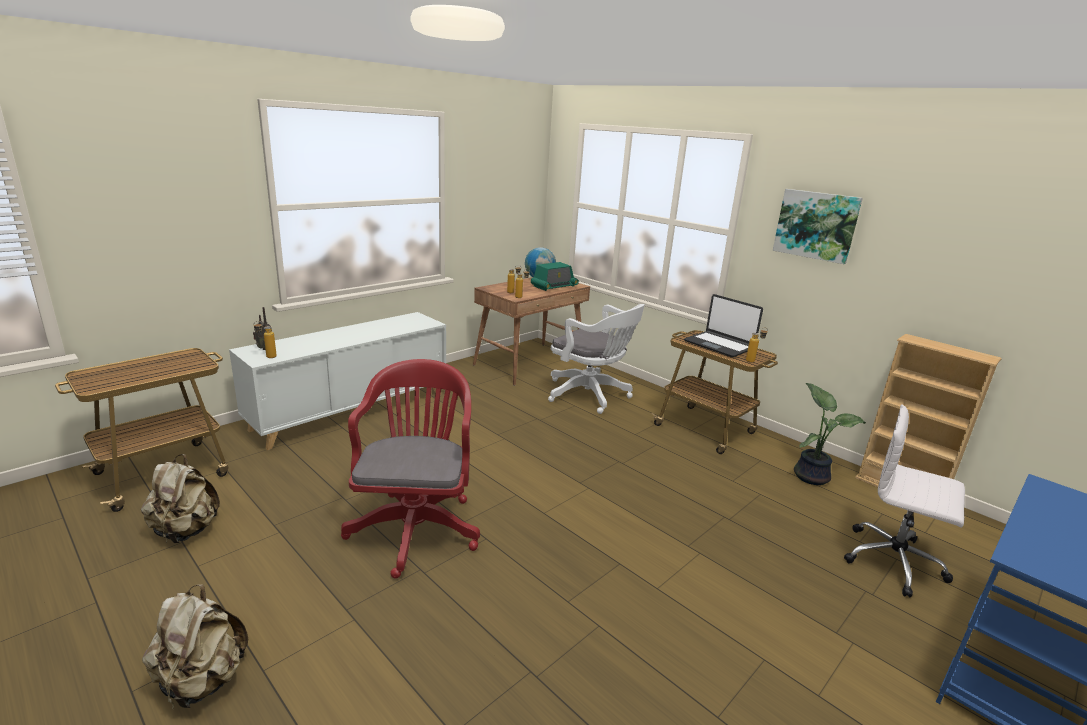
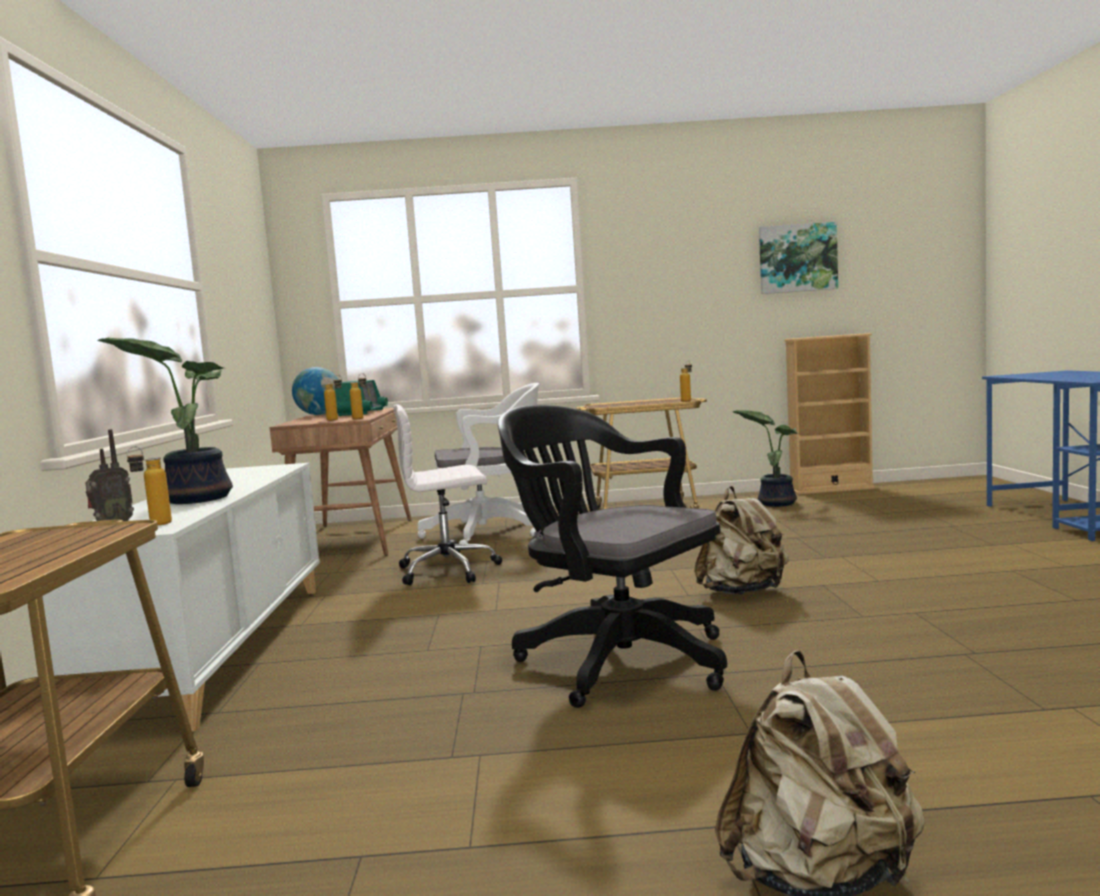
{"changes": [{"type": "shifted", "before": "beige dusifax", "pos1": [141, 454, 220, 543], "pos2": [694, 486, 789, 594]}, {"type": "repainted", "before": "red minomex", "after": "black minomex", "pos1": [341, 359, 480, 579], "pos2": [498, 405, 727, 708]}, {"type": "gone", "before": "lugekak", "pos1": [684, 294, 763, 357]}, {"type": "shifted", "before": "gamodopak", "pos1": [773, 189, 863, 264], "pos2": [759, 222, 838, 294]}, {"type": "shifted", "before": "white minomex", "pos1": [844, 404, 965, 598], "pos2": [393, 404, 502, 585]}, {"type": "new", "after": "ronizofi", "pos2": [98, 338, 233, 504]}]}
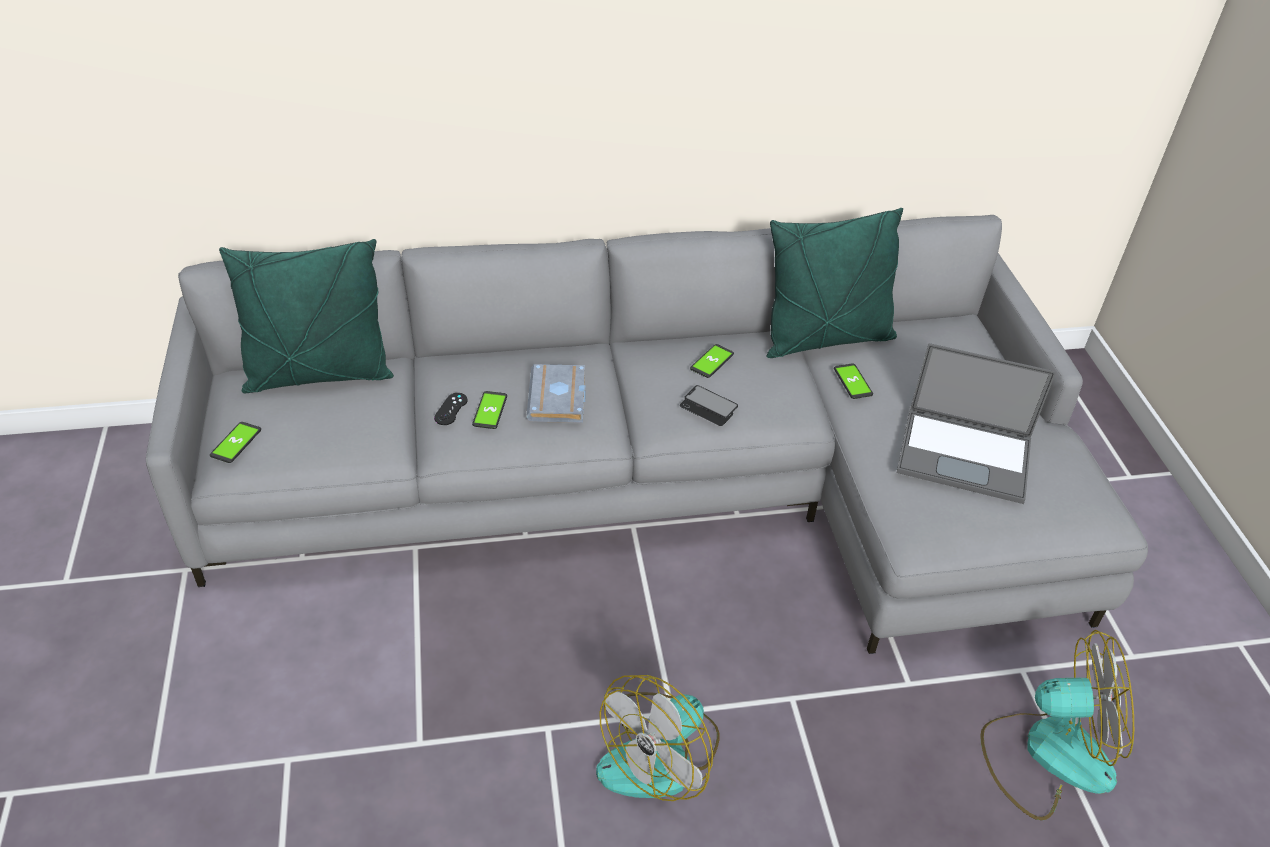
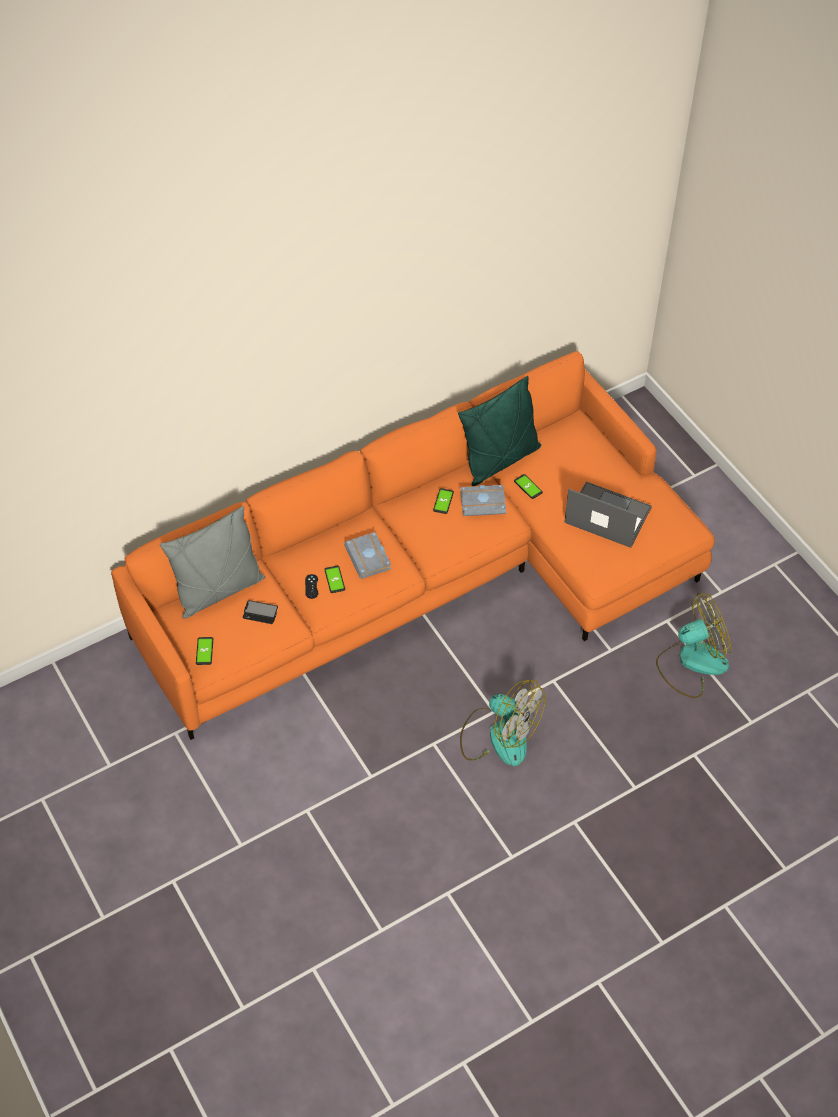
{"changes": [{"type": "repainted", "before": "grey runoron", "after": "orange runoron", "pos1": [146, 215, 1148, 654], "pos2": [111, 351, 715, 740]}, {"type": "repainted", "before": "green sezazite", "after": "grey sezazite", "pos1": [219, 239, 394, 393], "pos2": [160, 506, 265, 619]}, {"type": "rotated", "before": "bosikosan", "pos1": [596, 675, 719, 801], "pos2": [460, 680, 545, 766], "turn": -75}, {"type": "shifted", "before": "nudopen", "pos1": [680, 385, 738, 426], "pos2": [243, 600, 278, 624]}, {"type": "rotated", "before": "lugekak", "pos1": [897, 343, 1056, 504], "pos2": [564, 482, 652, 548], "turn": -150}, {"type": "new", "after": "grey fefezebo", "pos2": [460, 485, 506, 516]}]}
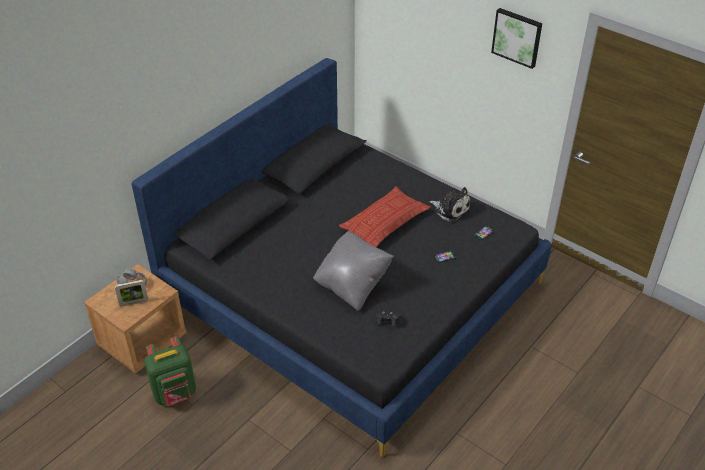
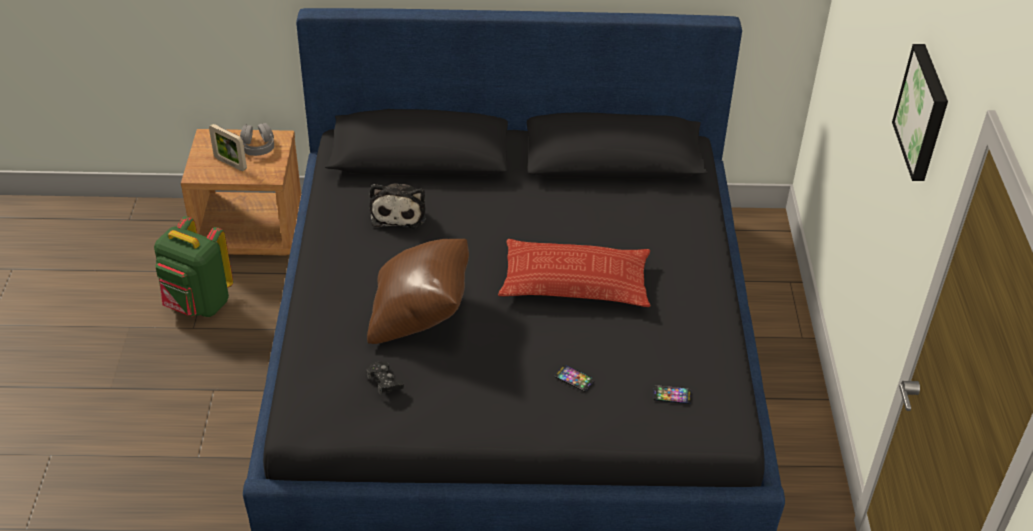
{"changes": [{"type": "repainted", "before": "grey sezazite", "after": "brown sezazite", "pos1": [313, 231, 394, 311], "pos2": [367, 239, 469, 344]}, {"type": "shifted", "before": "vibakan", "pos1": [429, 187, 471, 223], "pos2": [369, 183, 425, 229]}]}
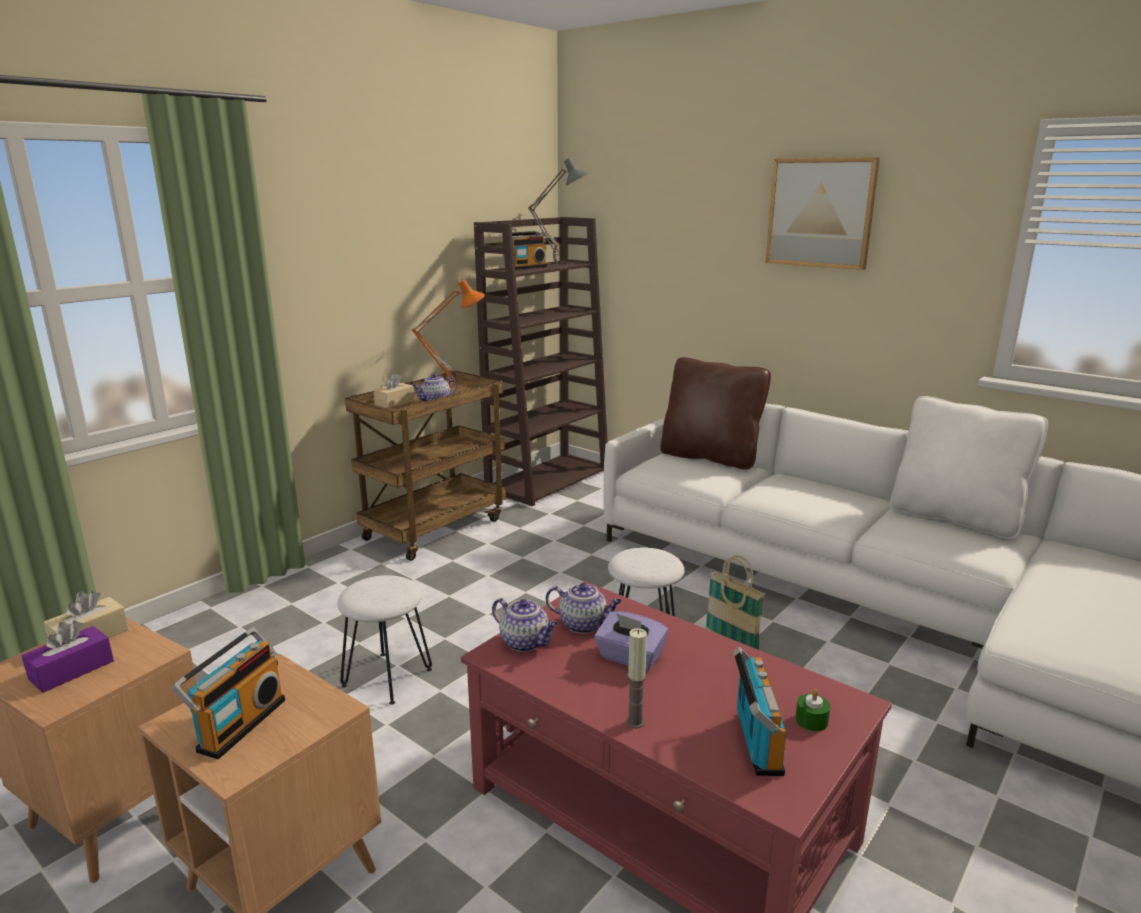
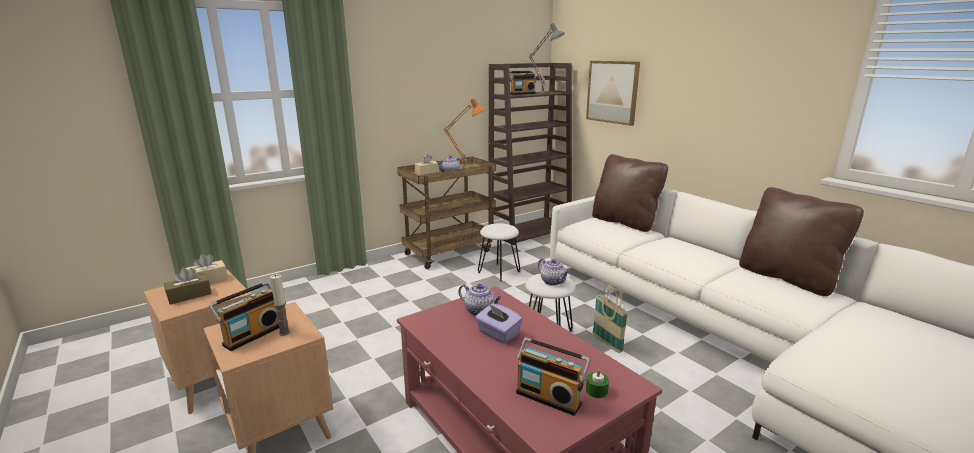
{"changes": [{"type": "repainted", "before": "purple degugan", "after": "brown degugan", "pos1": [22, 620, 114, 693], "pos2": [164, 268, 212, 305]}, {"type": "shifted", "before": "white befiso", "pos1": [337, 575, 432, 705], "pos2": [478, 223, 520, 282]}, {"type": "shifted", "before": "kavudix", "pos1": [492, 598, 558, 652], "pos2": [538, 259, 569, 285]}, {"type": "shifted", "before": "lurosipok", "pos1": [626, 628, 647, 728], "pos2": [270, 274, 290, 336]}, {"type": "rotated", "before": "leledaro", "pos1": [733, 647, 786, 776], "pos2": [516, 337, 590, 416], "turn": 105}, {"type": "shifted", "before": "gamodopak", "pos1": [765, 157, 880, 270], "pos2": [586, 61, 640, 126]}, {"type": "repainted", "before": "white sezazite", "after": "brown sezazite", "pos1": [890, 396, 1048, 539], "pos2": [739, 187, 864, 296]}]}
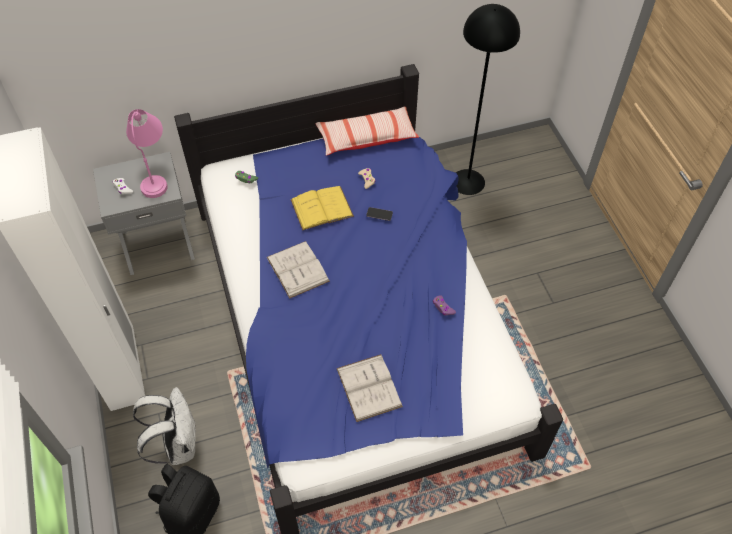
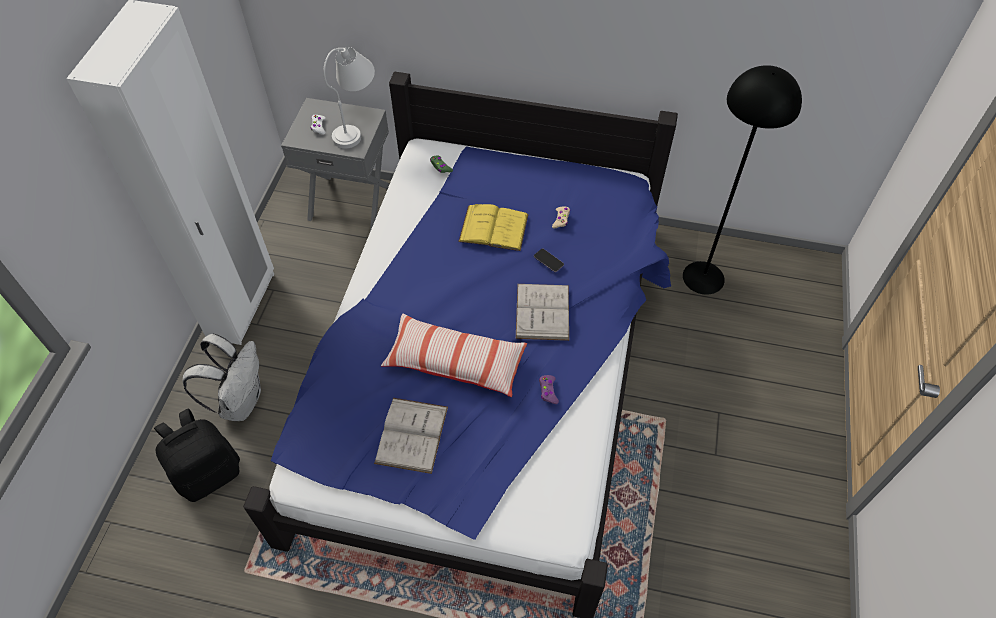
{"changes": [{"type": "repainted", "before": "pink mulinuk", "after": "white mulinuk", "pos1": [126, 109, 168, 198], "pos2": [323, 47, 375, 149]}, {"type": "shifted", "before": "white fefezebo", "pos1": [267, 241, 330, 299], "pos2": [516, 284, 569, 341]}, {"type": "shifted", "before": "sezazite", "pos1": [316, 107, 419, 156], "pos2": [381, 314, 527, 397]}]}
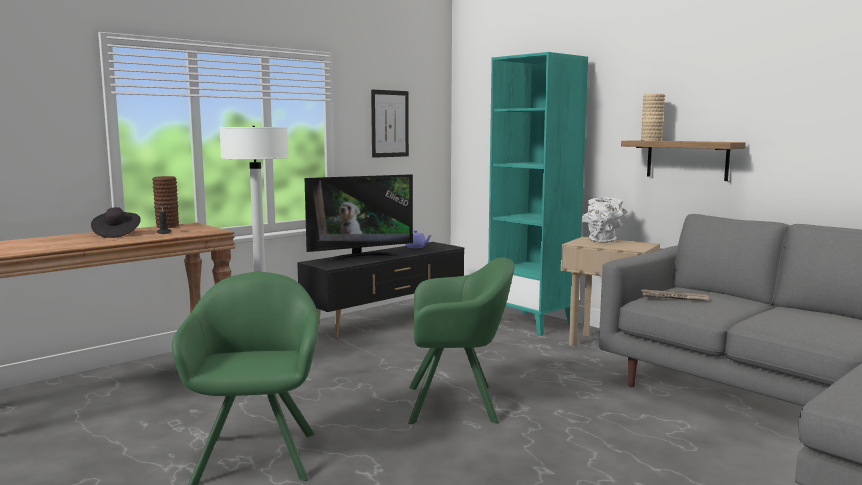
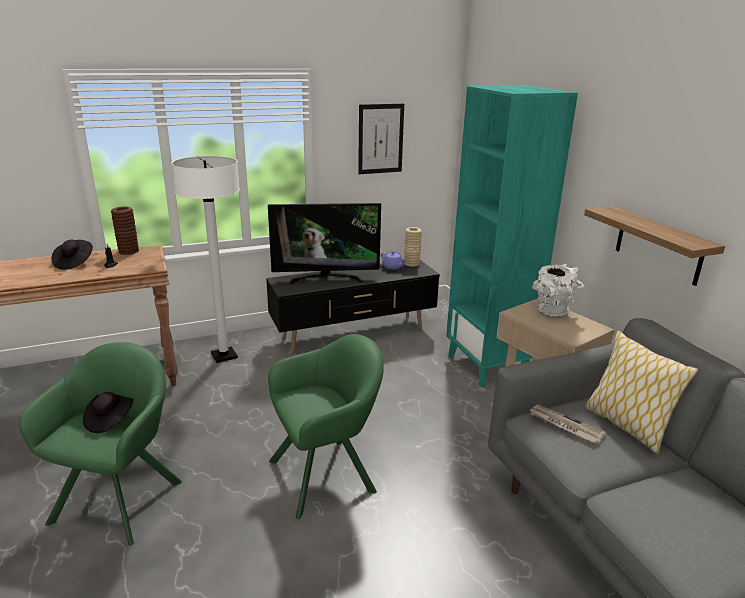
{"changes": [{"type": "rotated", "before": "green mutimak", "pos1": [408, 257, 514, 424], "pos2": [268, 334, 384, 519], "turn": -45}, {"type": "shifted", "before": "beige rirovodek", "pos1": [641, 93, 665, 141], "pos2": [404, 227, 422, 267]}, {"type": "new", "after": "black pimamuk", "pos2": [83, 392, 134, 433]}, {"type": "new", "after": "sezazite", "pos2": [585, 331, 699, 454]}]}
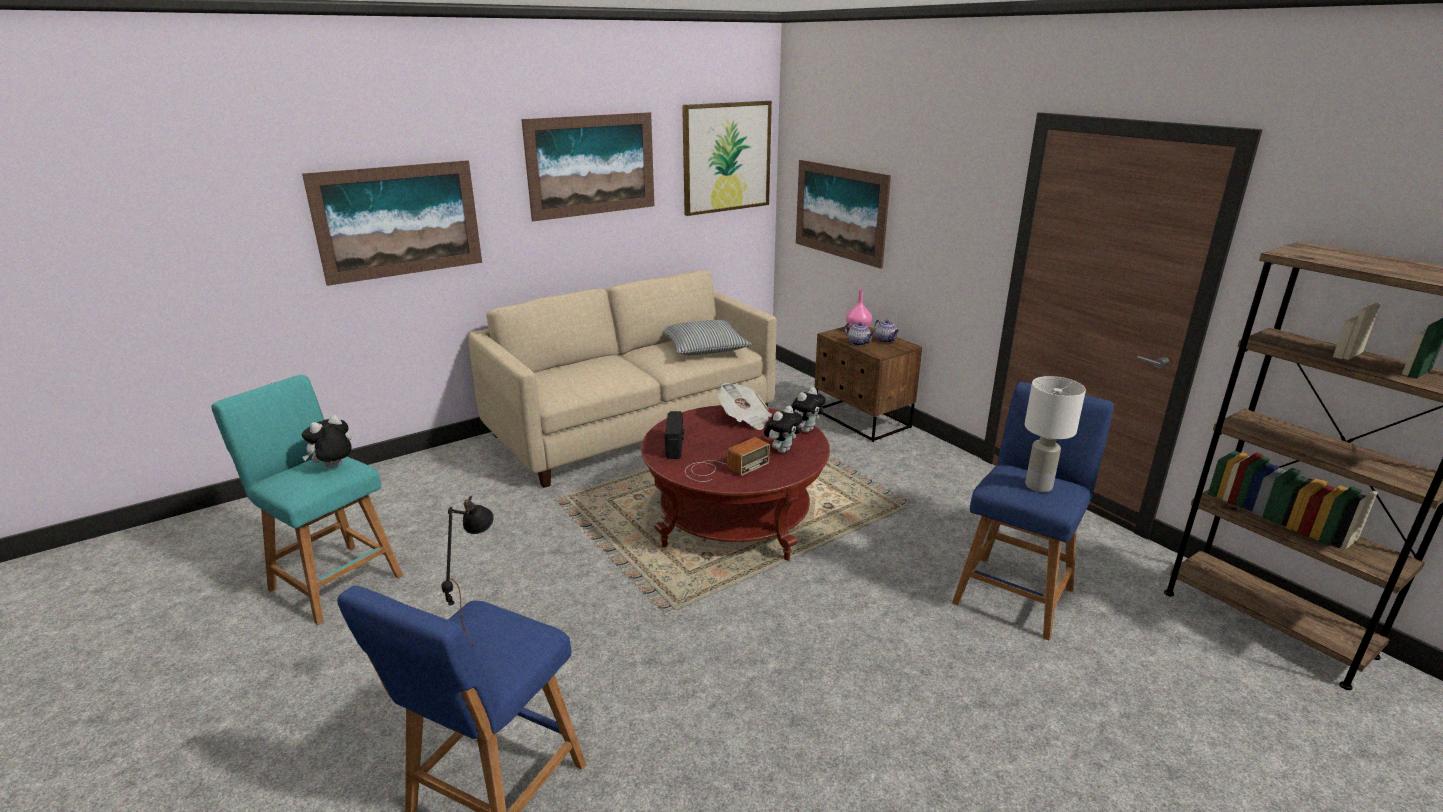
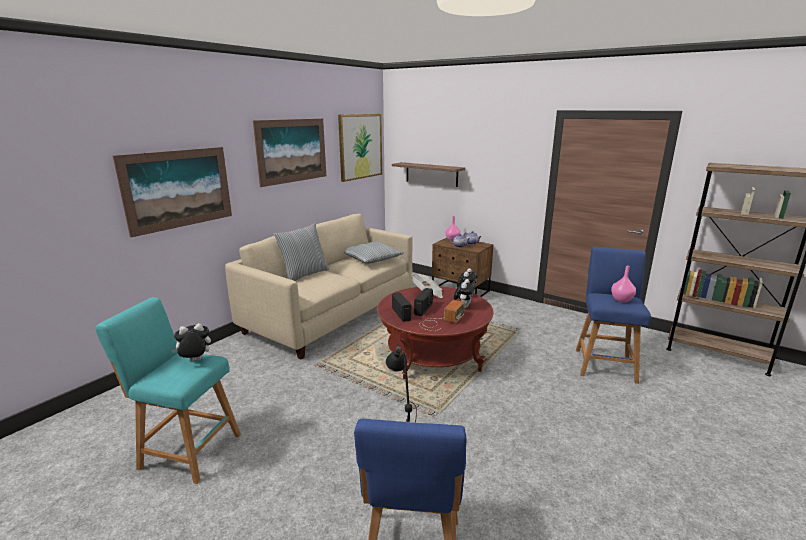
{"changes": [{"type": "rotated", "before": "vibakan", "pos1": [302, 415, 352, 468], "pos2": [172, 323, 211, 361], "turn": 45}, {"type": "swapped", "before": "gamodopak", "after": "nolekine", "pos1": [796, 160, 891, 269], "pos2": [392, 162, 465, 187]}, {"type": "swapped", "before": "white mulinuk", "after": "pink rirovodek", "pos1": [1025, 376, 1086, 492], "pos2": [611, 266, 636, 302]}, {"type": "new", "after": "sezazite", "pos2": [274, 223, 329, 281]}, {"type": "new", "after": "leledaro", "pos2": [414, 288, 433, 316]}]}
